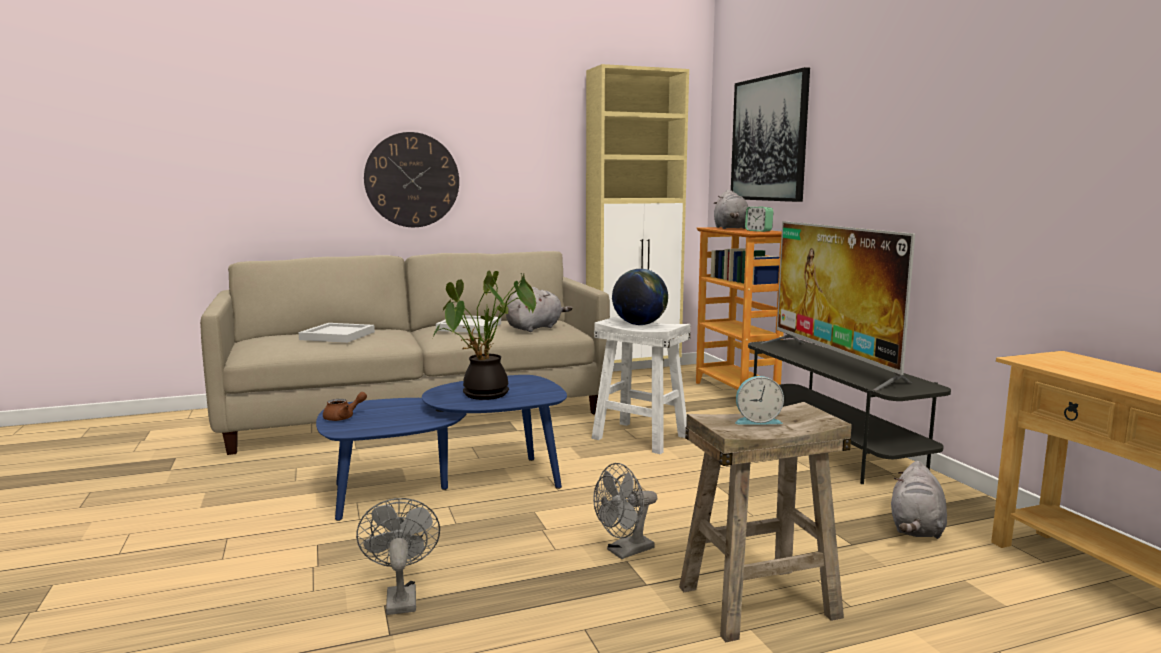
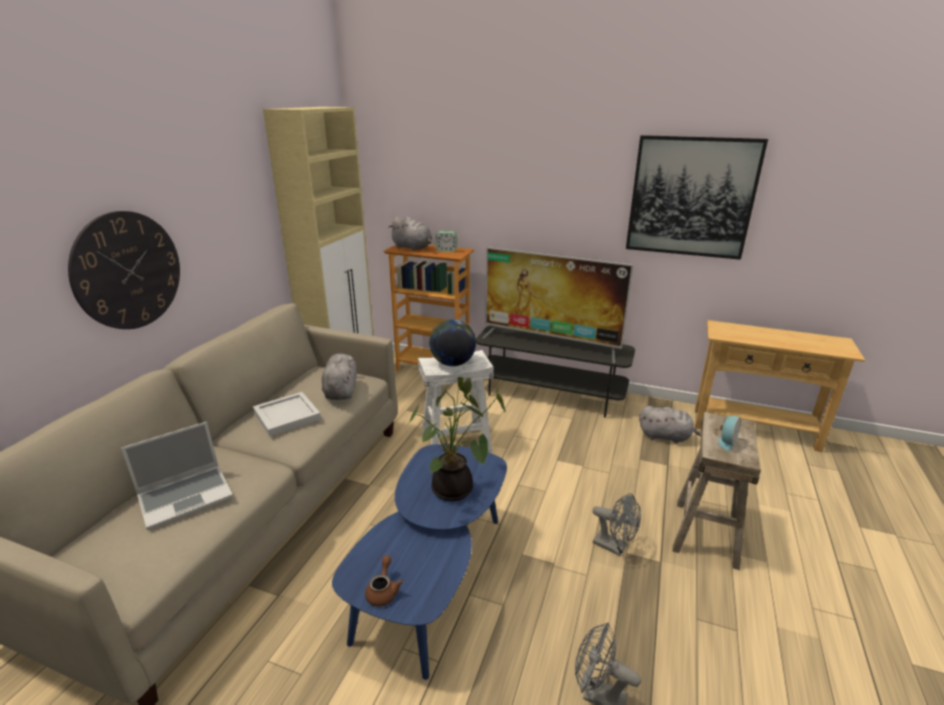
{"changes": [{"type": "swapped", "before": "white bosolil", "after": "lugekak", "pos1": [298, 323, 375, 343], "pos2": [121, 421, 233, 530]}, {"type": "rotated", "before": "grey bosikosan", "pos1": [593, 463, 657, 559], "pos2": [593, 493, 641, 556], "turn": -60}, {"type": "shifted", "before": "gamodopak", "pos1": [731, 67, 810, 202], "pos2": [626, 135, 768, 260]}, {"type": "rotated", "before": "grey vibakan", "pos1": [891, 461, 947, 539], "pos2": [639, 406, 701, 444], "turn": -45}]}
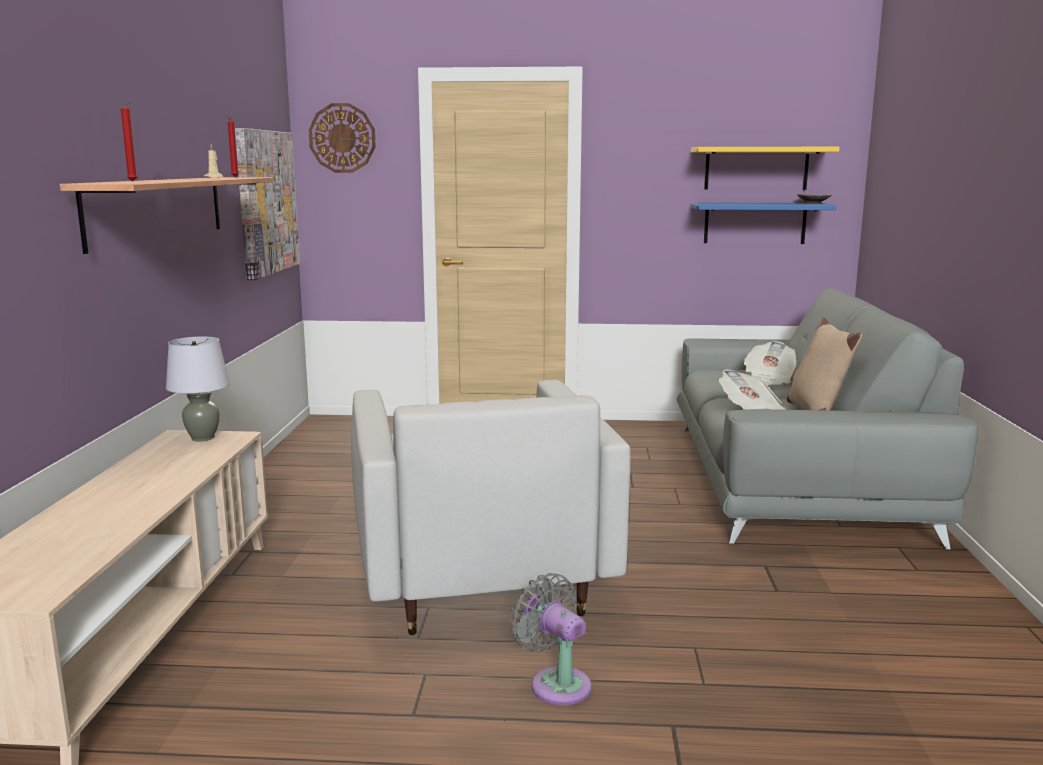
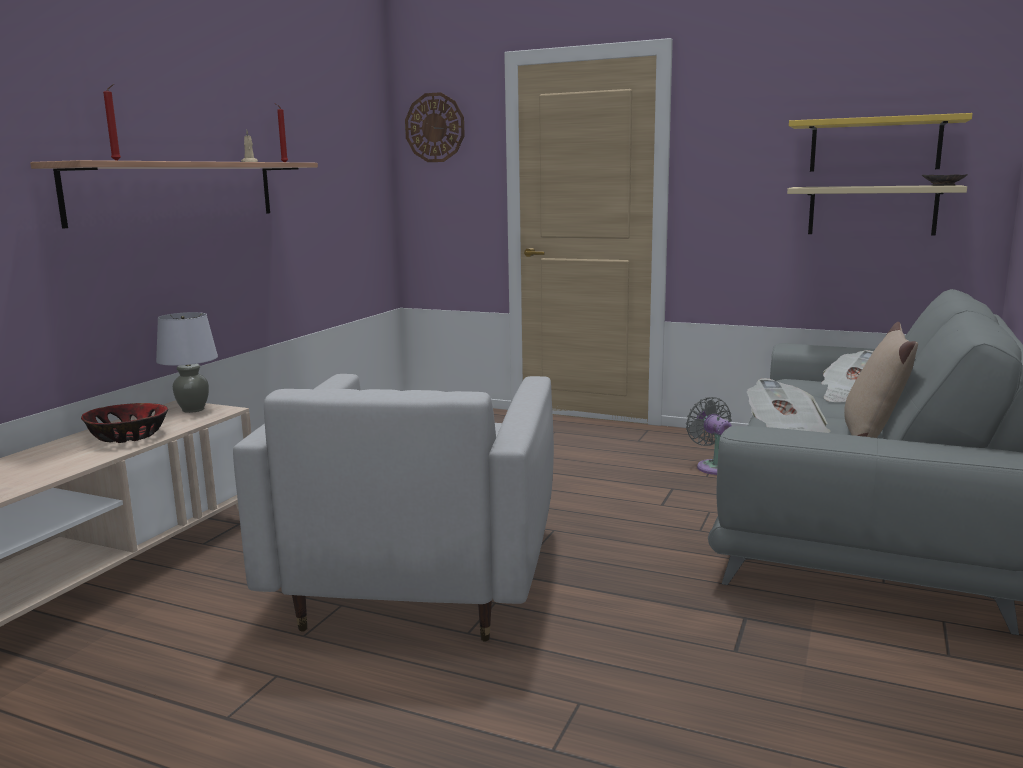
{"changes": [{"type": "gone", "before": "gamodopak", "pos1": [235, 128, 300, 280]}, {"type": "shifted", "before": "grey bosikosan", "pos1": [510, 573, 592, 705], "pos2": [686, 397, 732, 475]}, {"type": "repainted", "before": "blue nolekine", "after": "beige nolekine", "pos1": [690, 203, 837, 244], "pos2": [787, 185, 967, 236]}, {"type": "new", "after": "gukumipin", "pos2": [81, 403, 168, 443]}]}
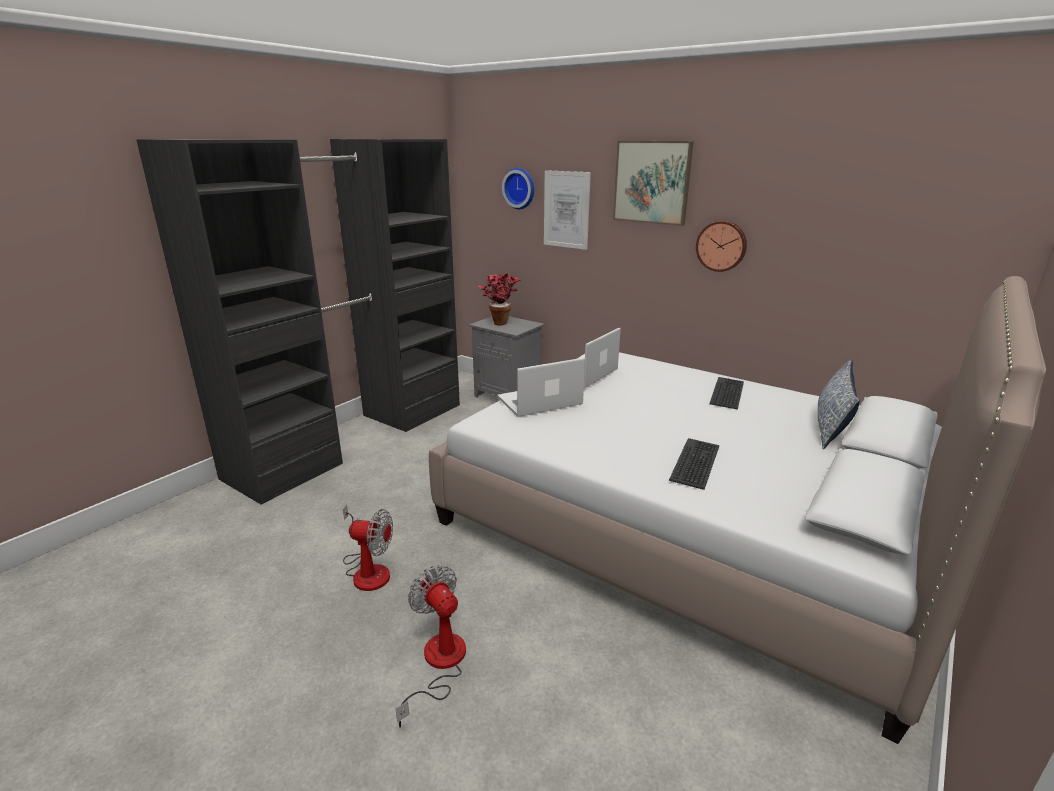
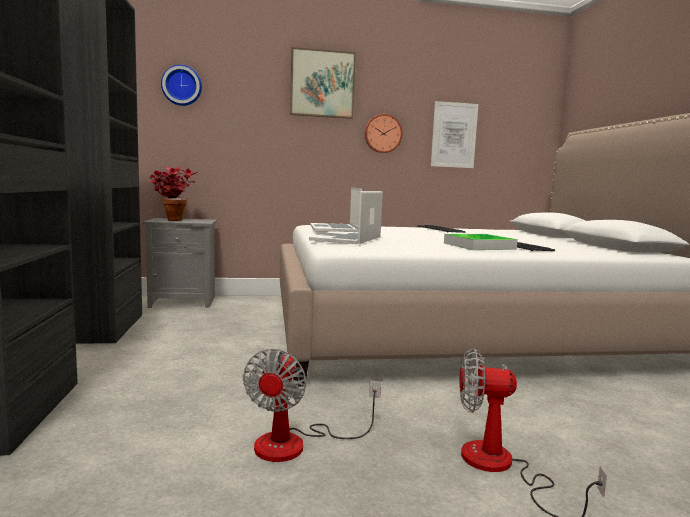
{"changes": [{"type": "rotated", "before": "bosikosan", "pos1": [343, 504, 393, 591], "pos2": [243, 349, 381, 462], "turn": 135}, {"type": "shifted", "before": "gamodopak", "pos1": [544, 170, 591, 250], "pos2": [431, 101, 478, 168]}, {"type": "gone", "before": "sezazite", "pos1": [818, 359, 860, 449]}, {"type": "new", "after": "bosolil", "pos2": [444, 234, 518, 250]}]}
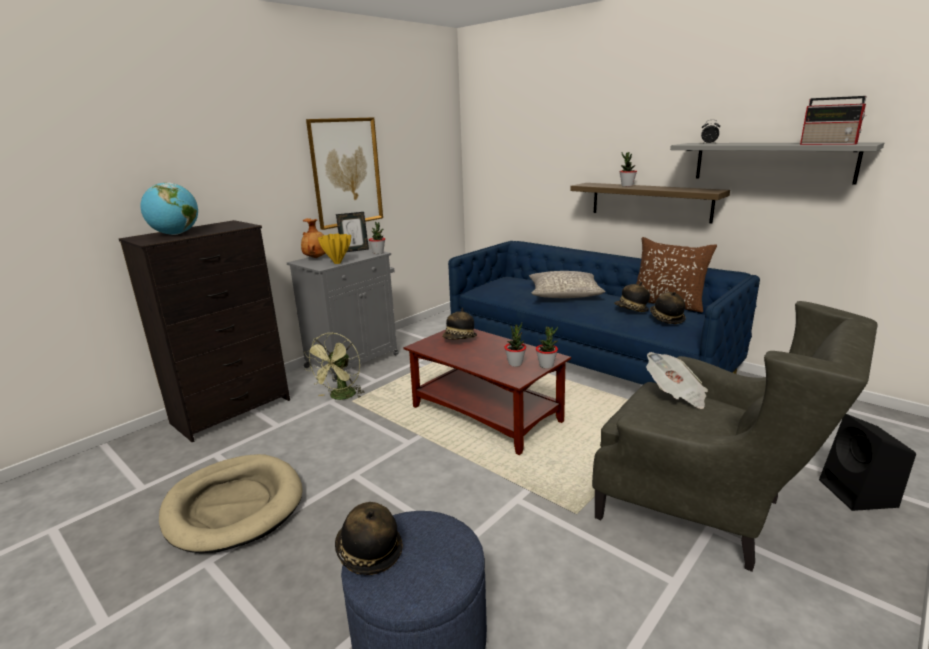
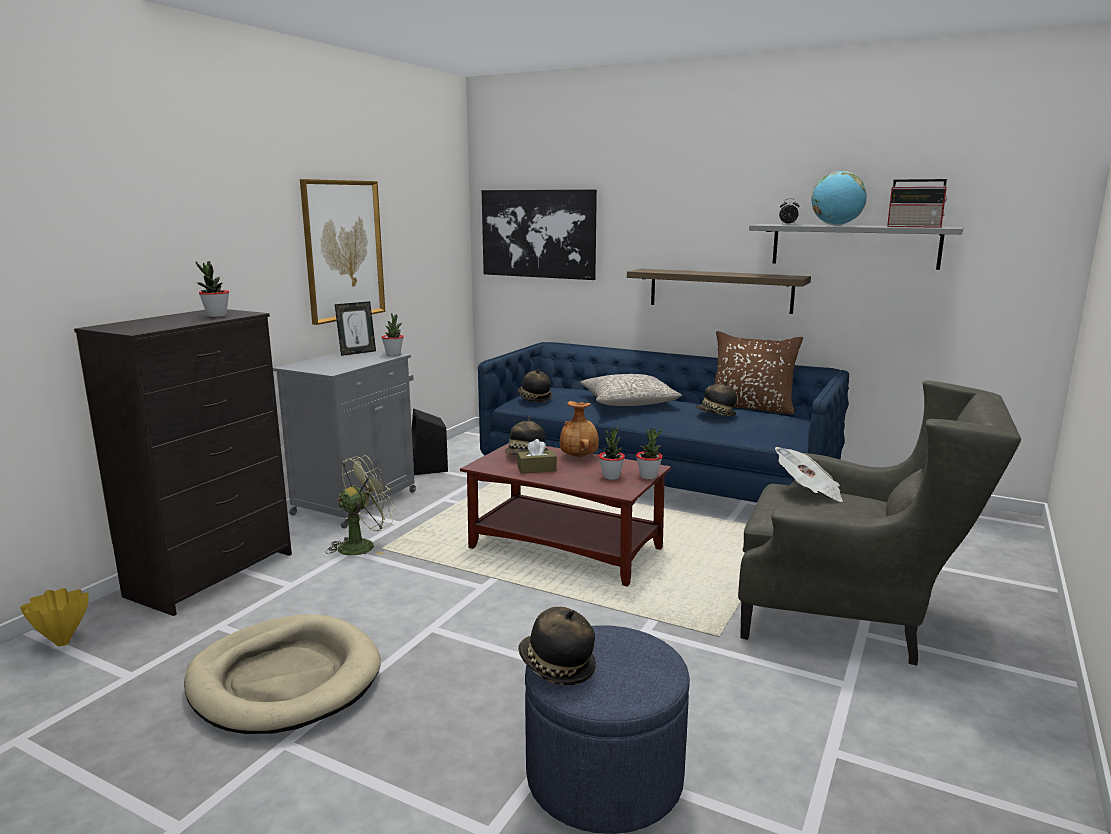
{"changes": [{"type": "shifted", "before": "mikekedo", "pos1": [140, 182, 198, 235], "pos2": [811, 171, 867, 225]}, {"type": "shifted", "before": "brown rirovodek", "pos1": [301, 218, 326, 258], "pos2": [560, 401, 599, 458]}, {"type": "rotated", "before": "green bosikosan", "pos1": [304, 332, 365, 400], "pos2": [325, 455, 396, 555], "turn": -135}, {"type": "shifted", "before": "yellow rirovodek", "pos1": [318, 234, 351, 264], "pos2": [20, 588, 89, 646]}, {"type": "shifted", "before": "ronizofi", "pos1": [619, 152, 637, 187], "pos2": [196, 261, 229, 317]}, {"type": "shifted", "before": "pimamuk", "pos1": [650, 292, 686, 324], "pos2": [518, 369, 553, 402]}, {"type": "shifted", "before": "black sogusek", "pos1": [819, 414, 916, 511], "pos2": [412, 408, 448, 475]}, {"type": "new", "after": "gamodopak", "pos2": [482, 189, 597, 280]}, {"type": "new", "after": "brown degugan", "pos2": [518, 439, 557, 474]}]}
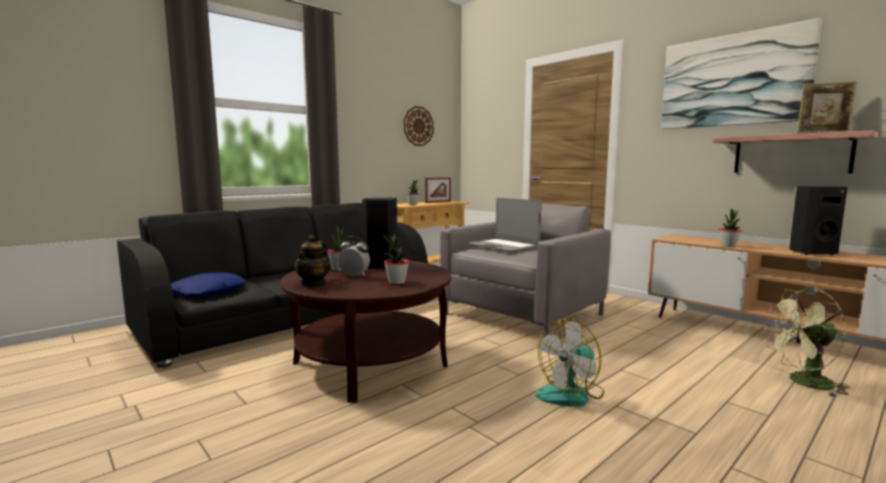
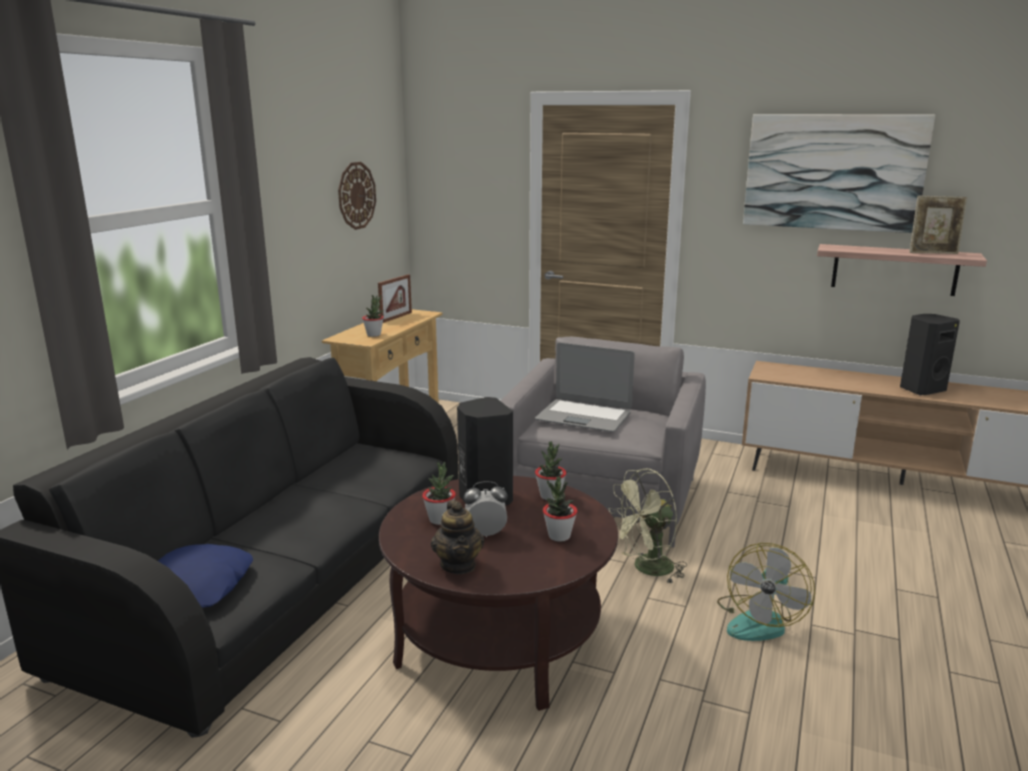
{"changes": [{"type": "shifted", "before": "ronizofi", "pos1": [719, 209, 742, 247], "pos2": [535, 441, 566, 500]}, {"type": "shifted", "before": "green bosikosan", "pos1": [763, 288, 850, 397], "pos2": [609, 469, 687, 583]}]}
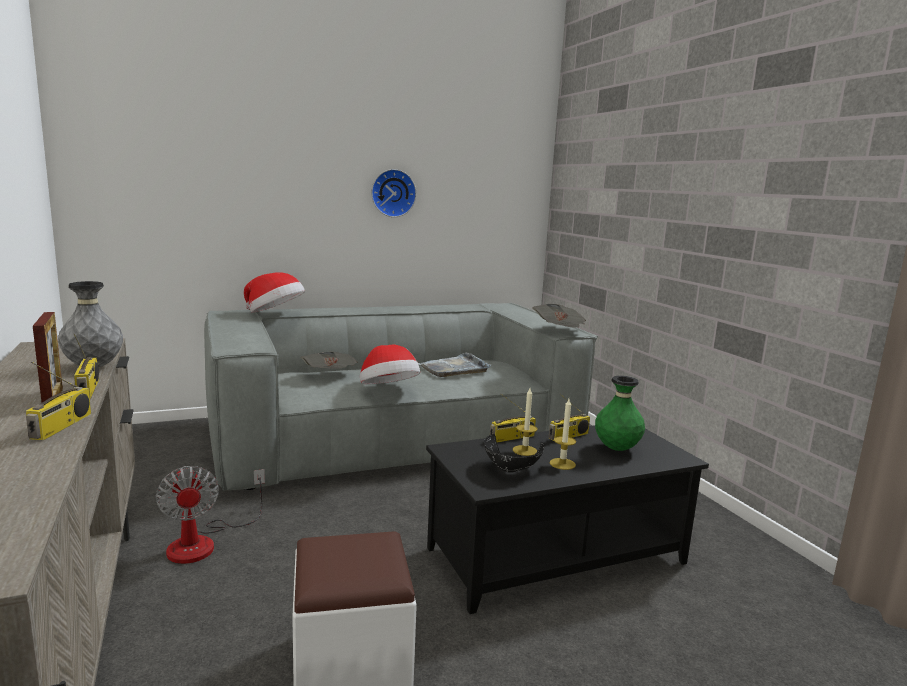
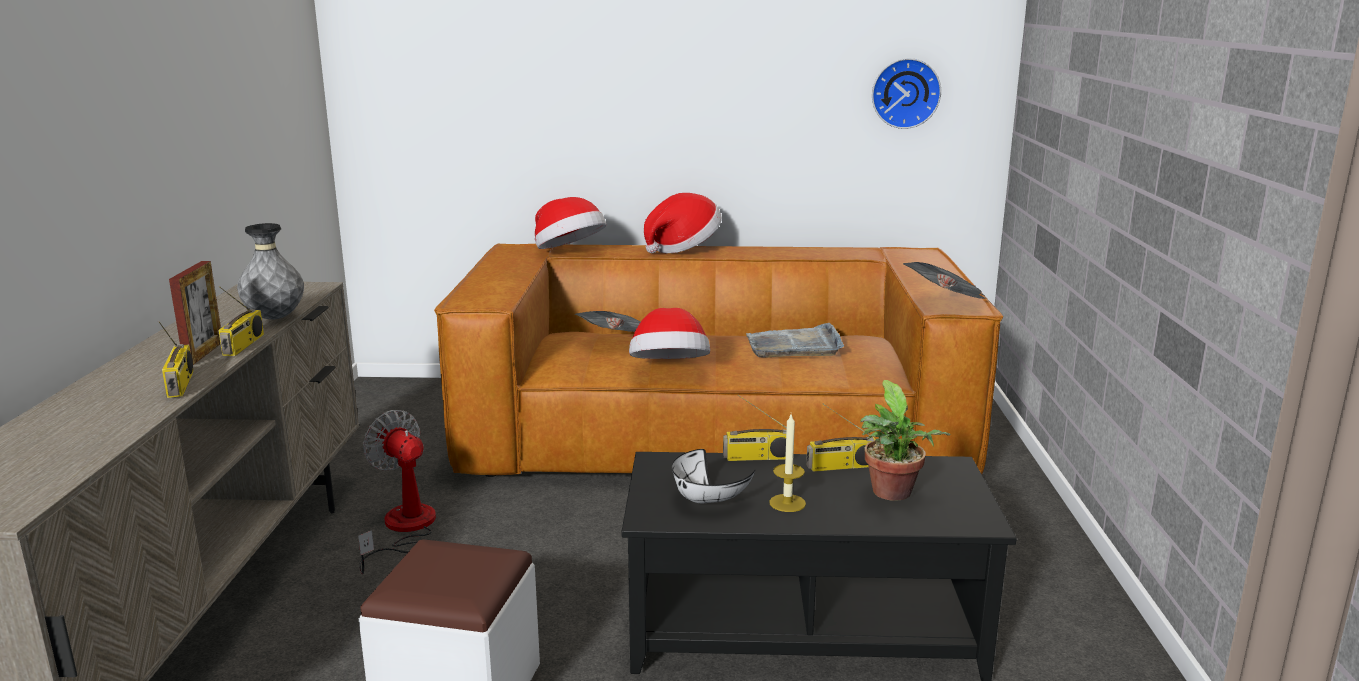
{"changes": [{"type": "rotated", "before": "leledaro", "pos1": [26, 362, 91, 440], "pos2": [158, 321, 194, 398], "turn": -45}, {"type": "rotated", "before": "bosikosan", "pos1": [155, 466, 265, 564], "pos2": [358, 410, 436, 574], "turn": 135}, {"type": "repainted", "before": "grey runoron", "after": "brown runoron", "pos1": [204, 303, 598, 491], "pos2": [434, 244, 1003, 477]}, {"type": "shifted", "before": "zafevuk", "pos1": [371, 169, 417, 217], "pos2": [872, 58, 941, 129]}, {"type": "repainted", "before": "black gukumipin", "after": "white gukumipin", "pos1": [484, 434, 544, 473], "pos2": [672, 449, 755, 503]}, {"type": "gone", "before": "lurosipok", "pos1": [513, 388, 537, 456]}, {"type": "swapped", "before": "green rirovodek", "after": "ronizofi", "pos1": [595, 376, 645, 451], "pos2": [860, 380, 950, 501]}, {"type": "new", "after": "pimamuk", "pos2": [644, 193, 722, 253]}]}
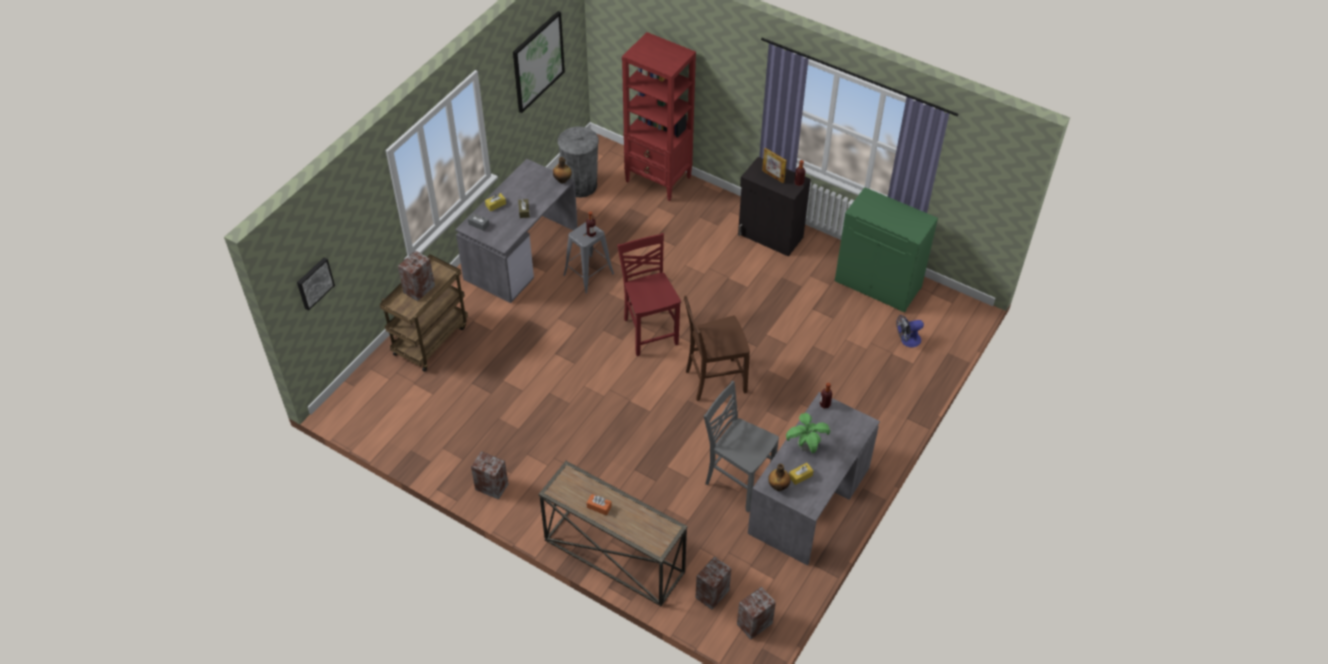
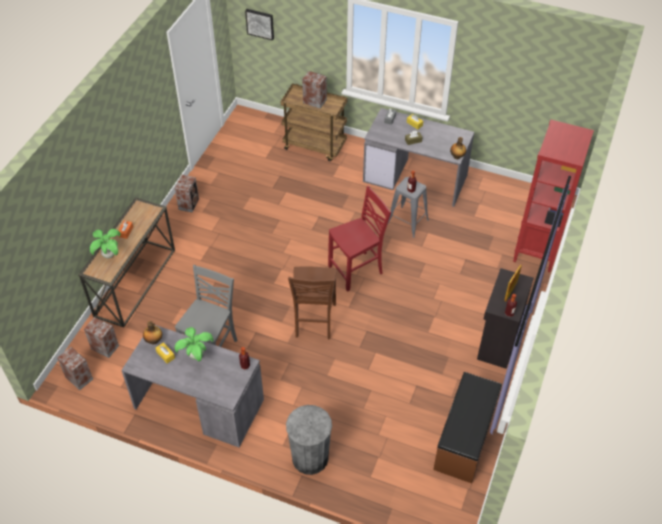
{"changes": [{"type": "gone", "before": "gamodopak", "pos1": [513, 11, 565, 113]}, {"type": "shifted", "before": "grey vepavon", "pos1": [558, 126, 599, 198], "pos2": [286, 405, 332, 475]}, {"type": "rotated", "before": "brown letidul", "pos1": [684, 295, 750, 401], "pos2": [288, 267, 337, 340], "turn": -150}, {"type": "swapped", "before": "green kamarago", "after": "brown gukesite", "pos1": [835, 187, 938, 313], "pos2": [433, 372, 502, 483]}, {"type": "gone", "before": "bosikosan", "pos1": [896, 315, 924, 347]}, {"type": "new", "after": "ronizofi", "pos2": [90, 229, 121, 259]}]}
